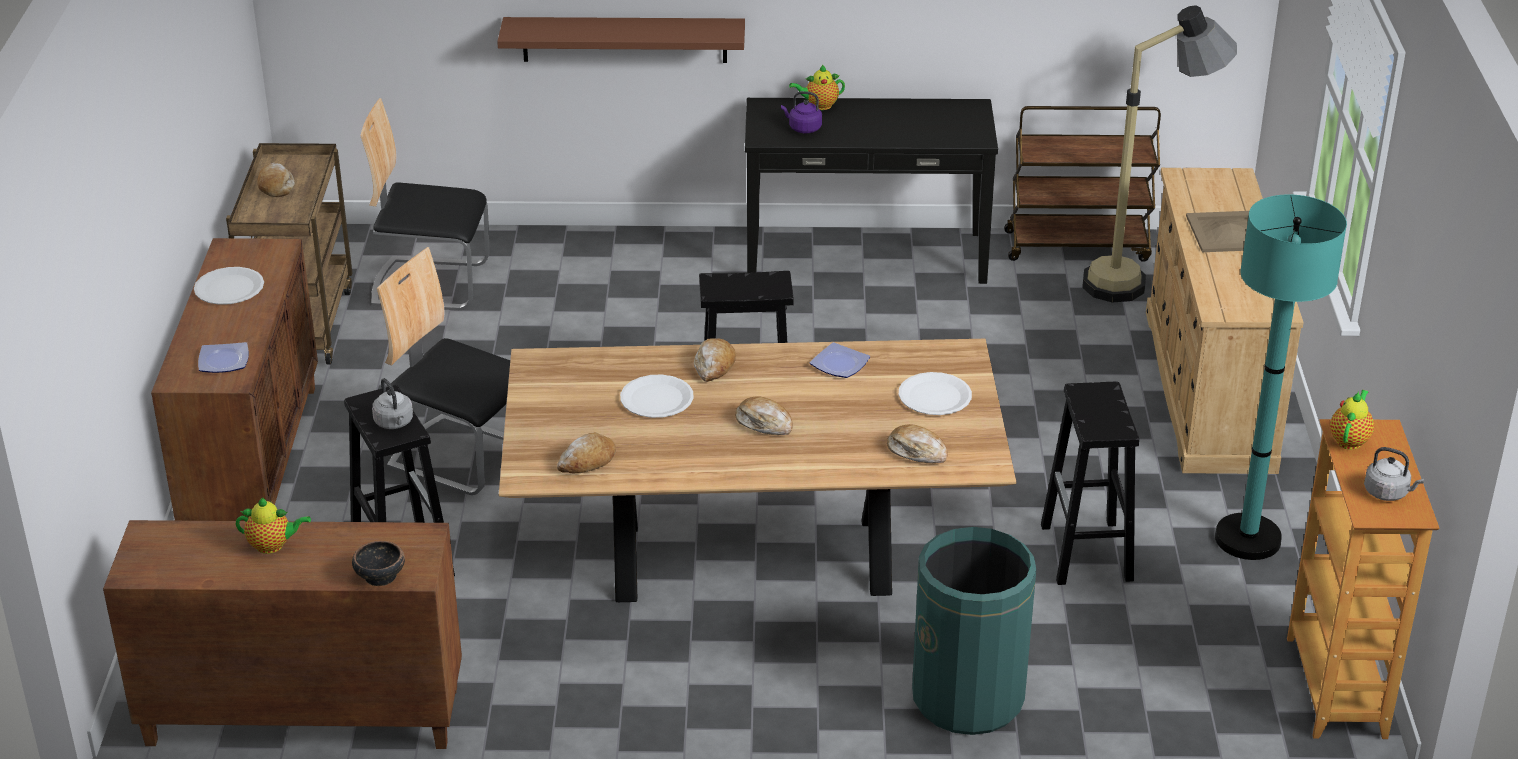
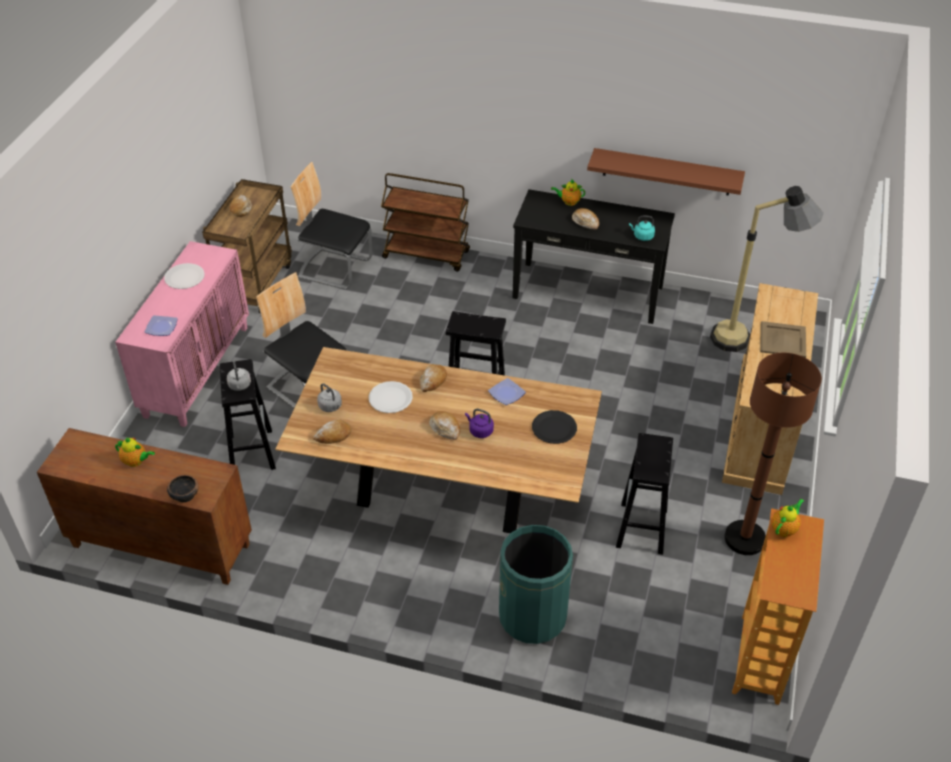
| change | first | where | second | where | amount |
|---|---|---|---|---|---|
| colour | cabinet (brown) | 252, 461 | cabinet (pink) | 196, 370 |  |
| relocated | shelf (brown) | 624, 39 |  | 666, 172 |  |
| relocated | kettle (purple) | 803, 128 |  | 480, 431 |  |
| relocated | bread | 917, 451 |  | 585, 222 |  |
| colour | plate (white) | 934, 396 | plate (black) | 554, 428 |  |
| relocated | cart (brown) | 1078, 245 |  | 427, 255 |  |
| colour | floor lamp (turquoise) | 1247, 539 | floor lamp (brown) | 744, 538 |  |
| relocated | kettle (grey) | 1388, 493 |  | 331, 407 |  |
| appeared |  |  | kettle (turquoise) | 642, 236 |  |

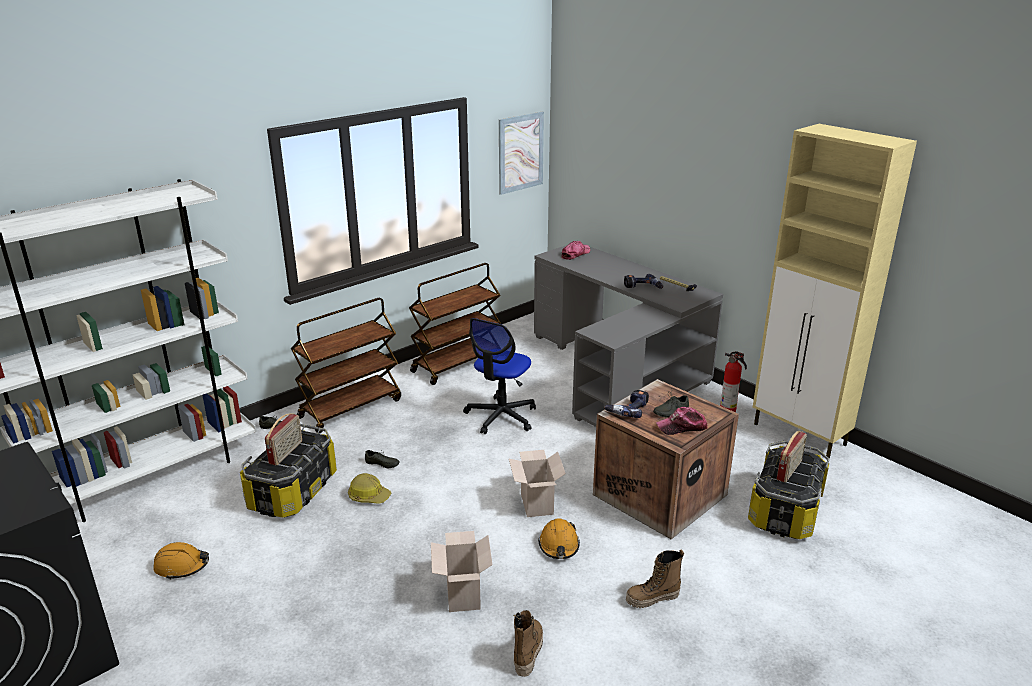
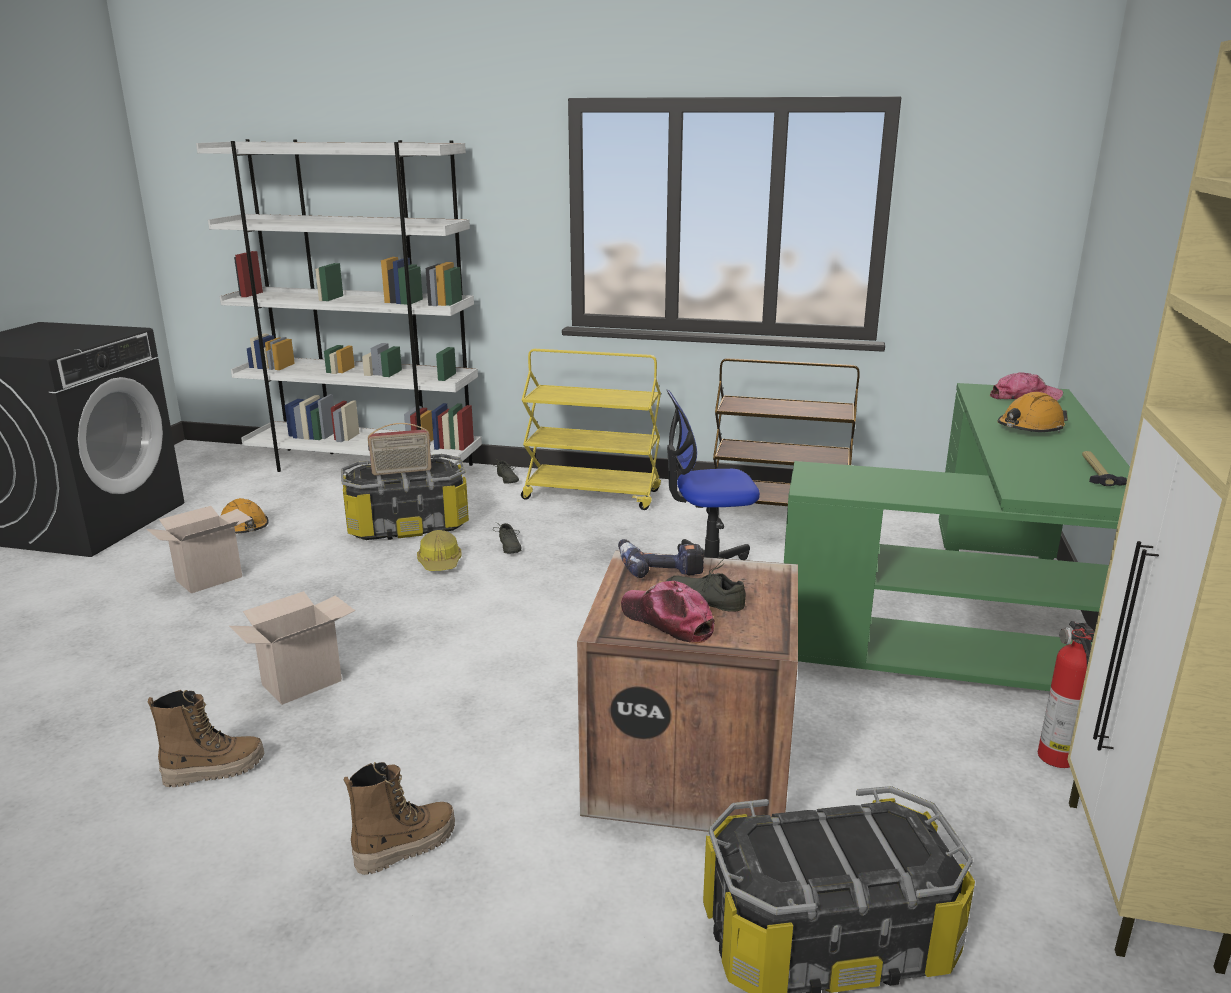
| change | first | where | second | where | amount |
|---|---|---|---|---|---|
| colour | cart (brown) | 350, 408 | cart (yellow) | 593, 495 |  |
| missing | picture | 520, 152 |  |  |  |
| relocated | cardboard box | 535, 503 |  | 210, 578 |  |
| colour | desk (grey) | 619, 372 | desk (green) | 976, 616 |  |
| relocated | hard hat (orange) | 559, 545 |  | 1029, 428 |  |
| missing | power drill | 642, 288 |  |  |  |
| spun | boot | 652, 599 |  | 406, 846 | 105 degrees clockwise |
| missing | radio | 789, 470 |  |  |  |

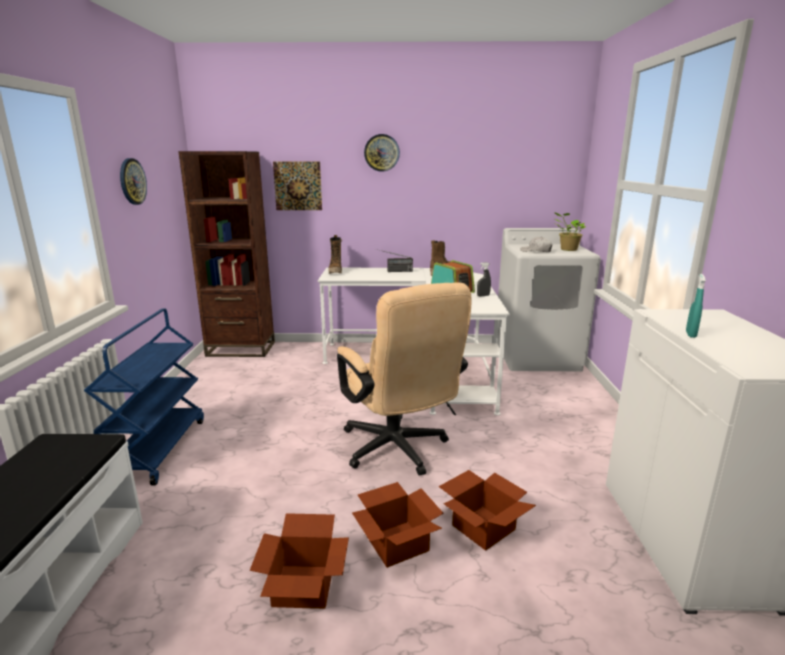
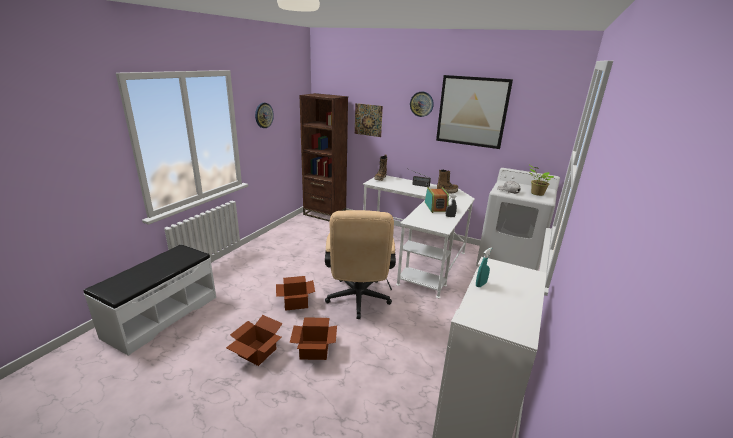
| change | first | where | second | where | amount |
|---|---|---|---|---|---|
| missing | cart (blue) | 158, 449 |  |  |  |
| relocated | cardboard box | 483, 526 |  | 296, 302 |  |
| appeared |  |  | picture | 472, 111 |  |

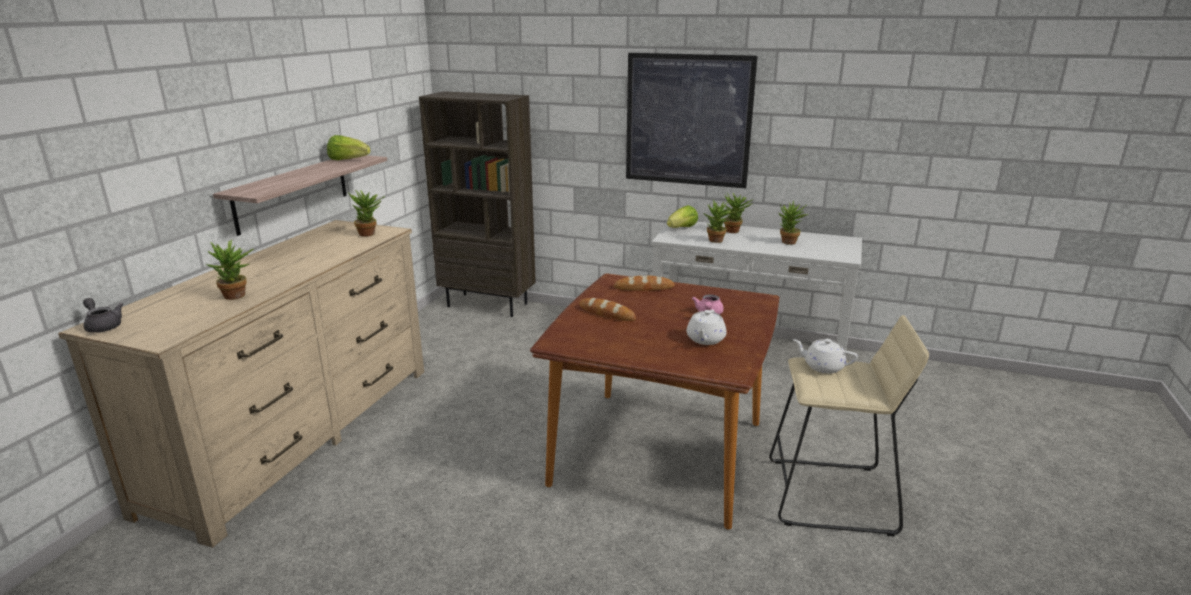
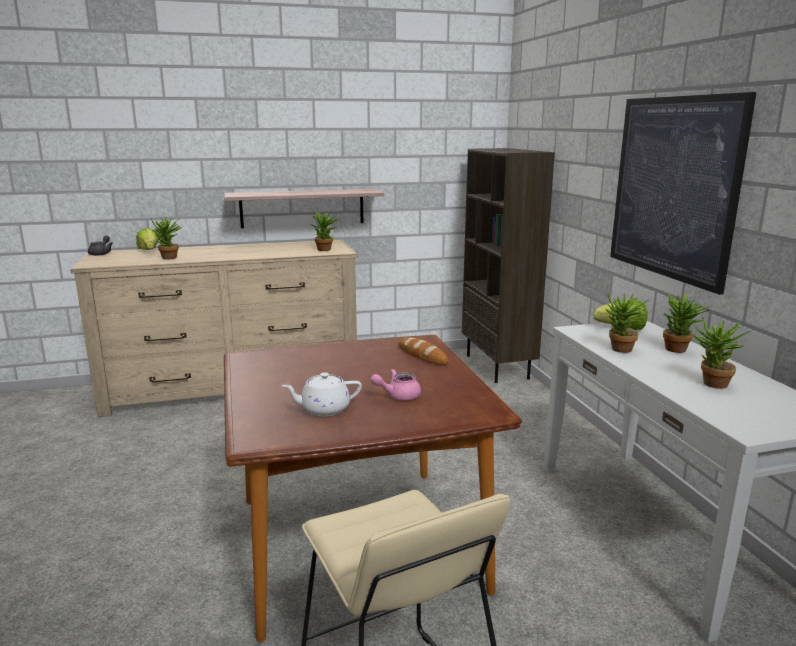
| change | first | where | second | where | amount |
|---|---|---|---|---|---|
| relocated | lettuce | 348, 160 |  | 149, 251 |  |
| missing | bread | 607, 313 |  |  |  |
| missing | teapot (white) | 822, 367 |  |  |  |

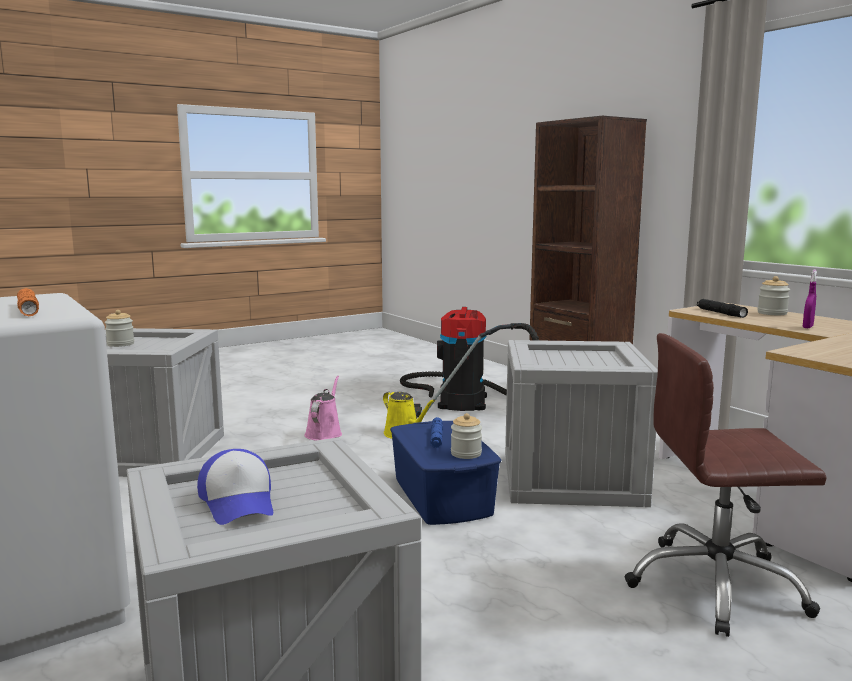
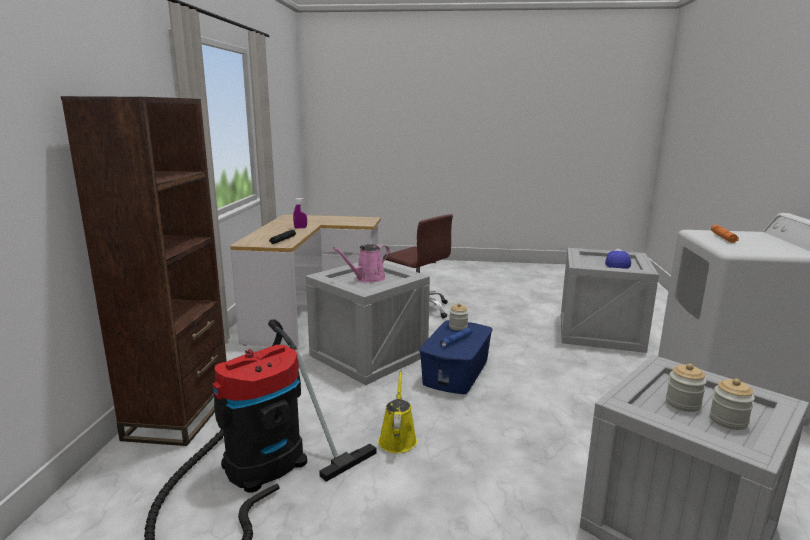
| change | first | where | second | where | amount |
|---|---|---|---|---|---|
| relocated | watering can (pink) | 324, 433 |  | 367, 279 |  |
| relocated | jar | 772, 313 |  | 683, 403 |  |

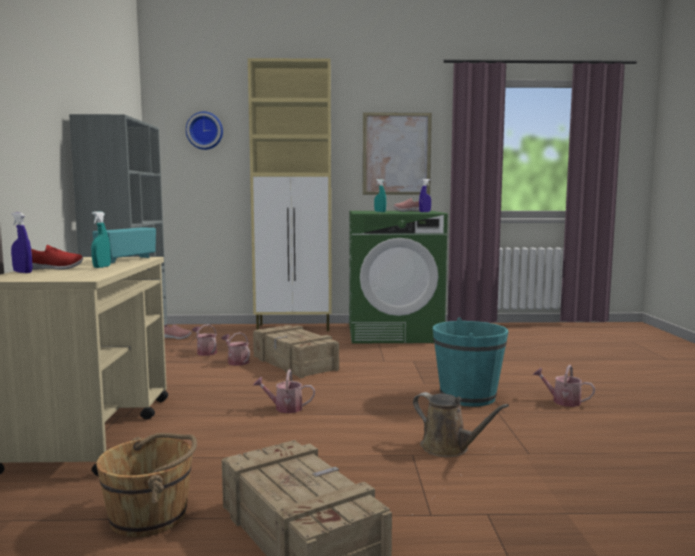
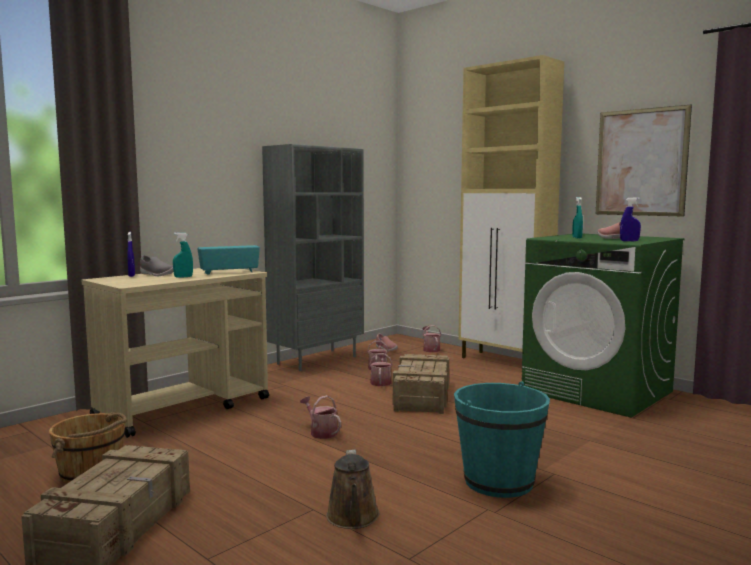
| change | first | where | second | where | amount |
|---|---|---|---|---|---|
| colour | shoe (red) | 52, 269 | shoe (grey) | 156, 275 |  |
| missing | wall clock | 205, 131 |  |  |  |
| relocated | watering can | 562, 401 |  | 430, 349 |  |

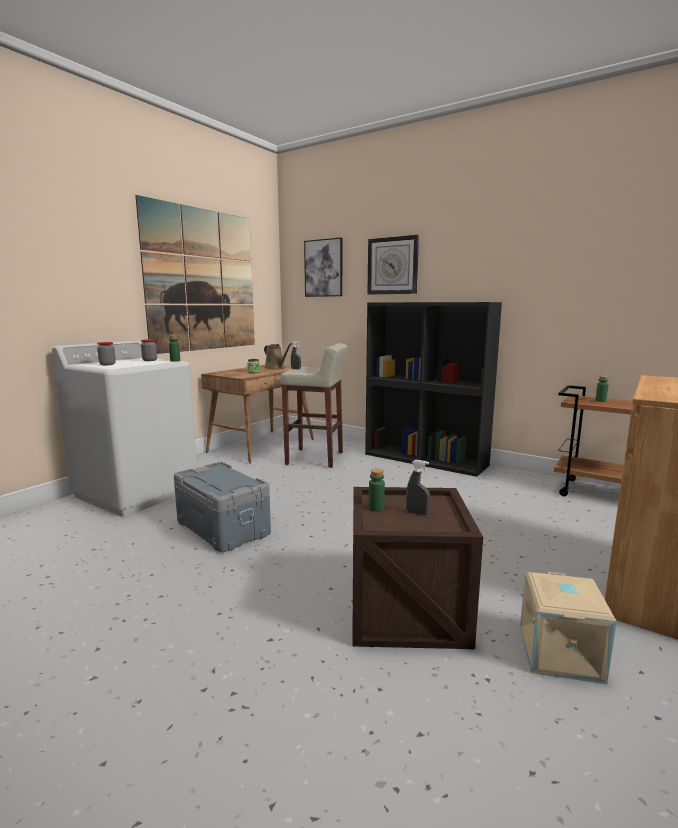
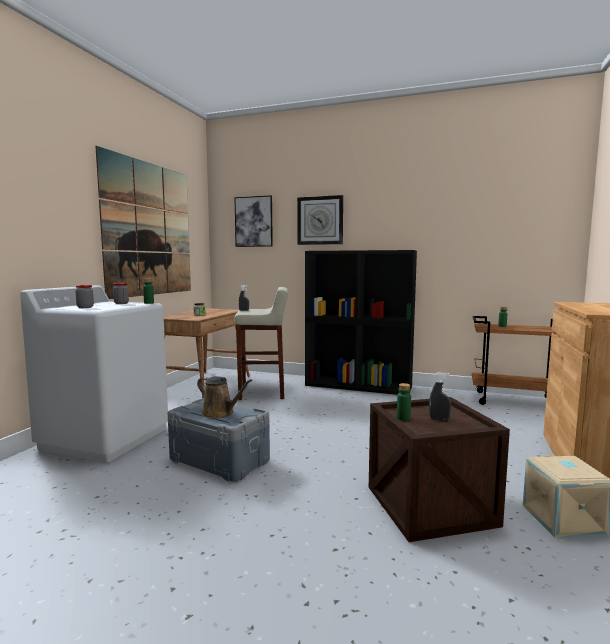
| change | first | where | second | where | amount |
|---|---|---|---|---|---|
| relocated | watering can (brown) | 276, 368 |  | 220, 413 |  |

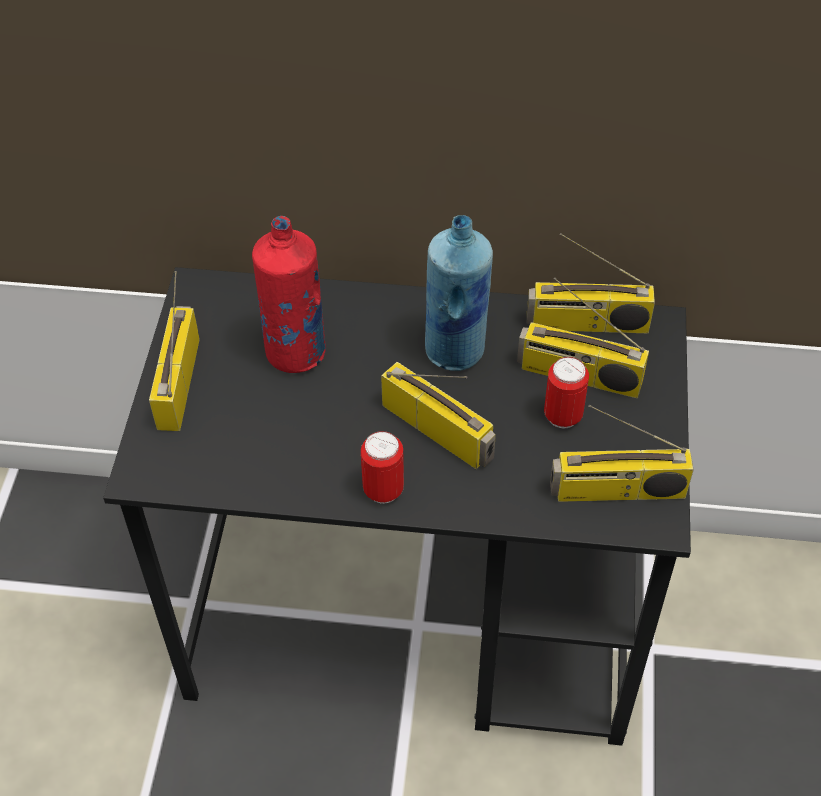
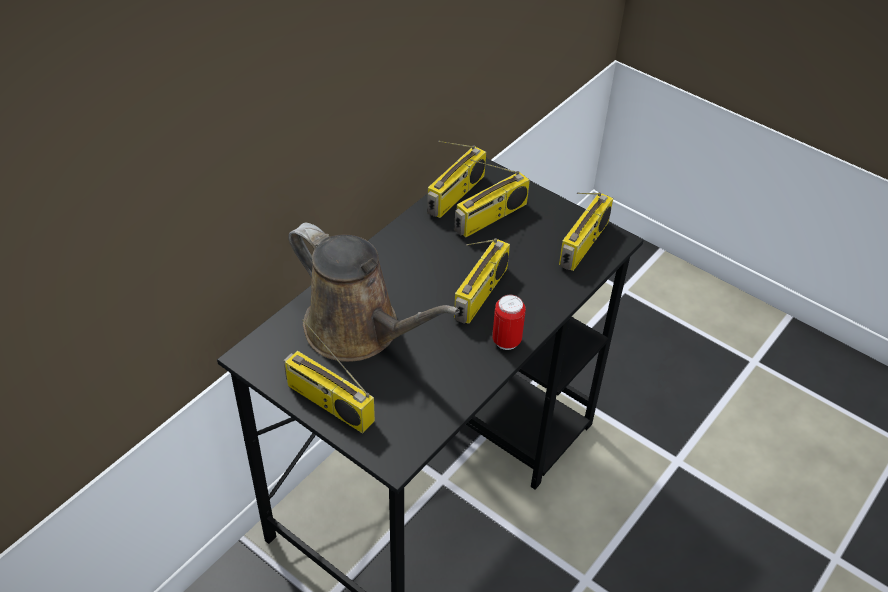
| change | first | where | second | where | amount |
|---|---|---|---|---|---|
| exchanged | bottle (red) | 296, 352 | watering can (brown) | 359, 331 |  |
| spun | radio | 439, 430 |  | 481, 294 | 135 degrees clockwise |
| missing | bottle (blue) | 456, 350 |  |  |  |
| missing | can | 563, 416 |  |  |  |

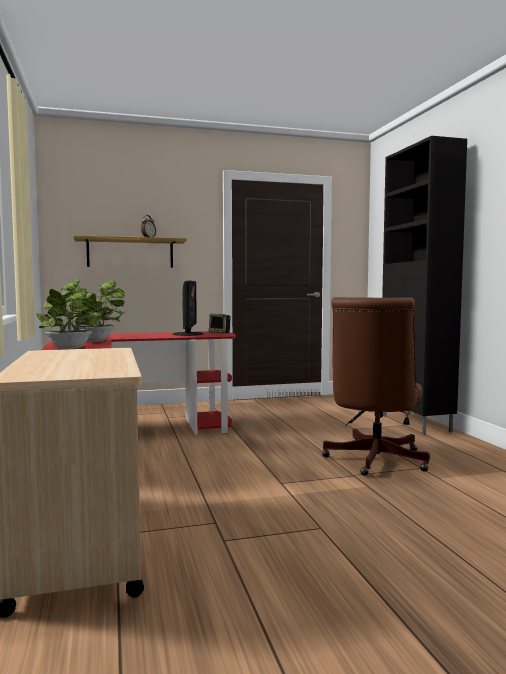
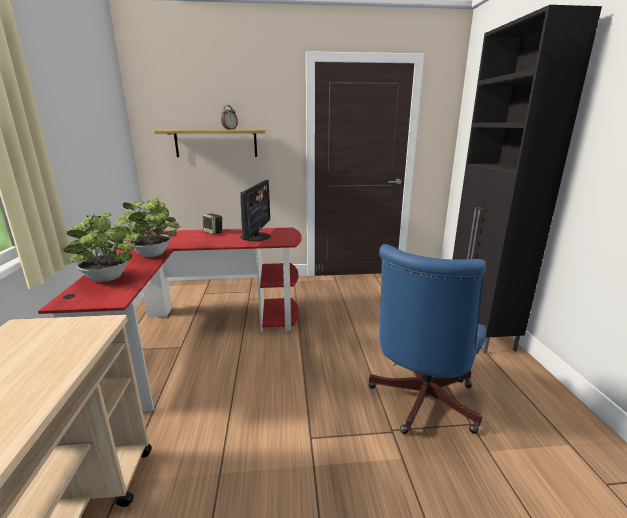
| change | first | where | second | where | amount |
|---|---|---|---|---|---|
| relocated | speaker | 220, 333 |  | 213, 232 |  |
| colour | office chair (brown) | 373, 461 | office chair (blue) | 420, 403 |  |

